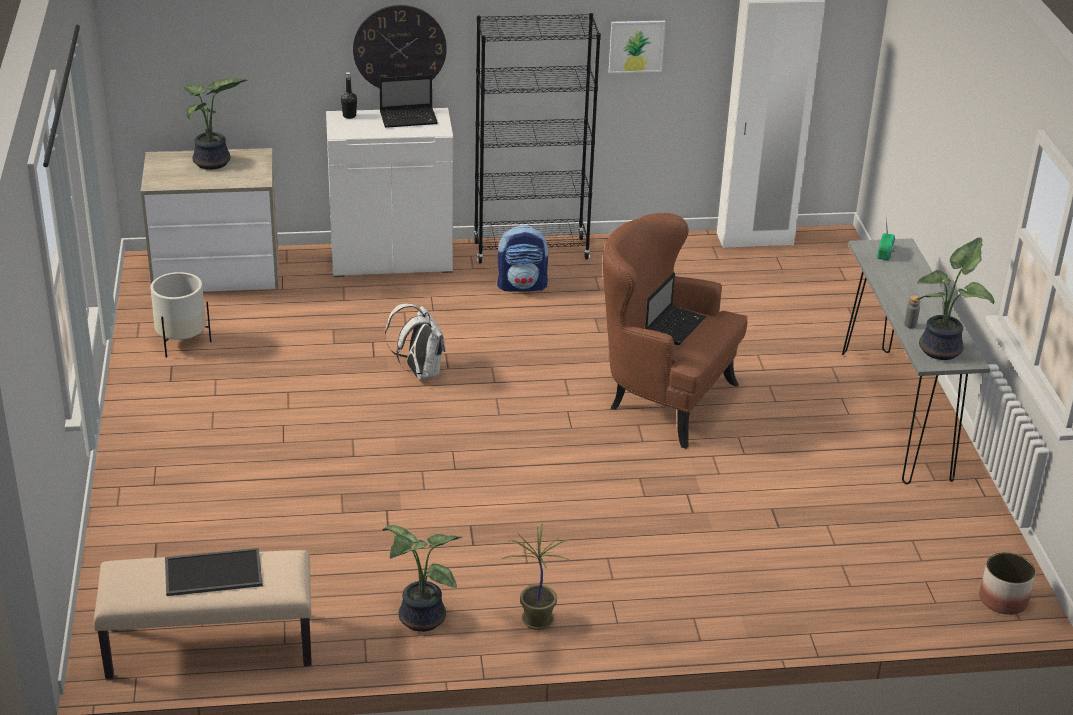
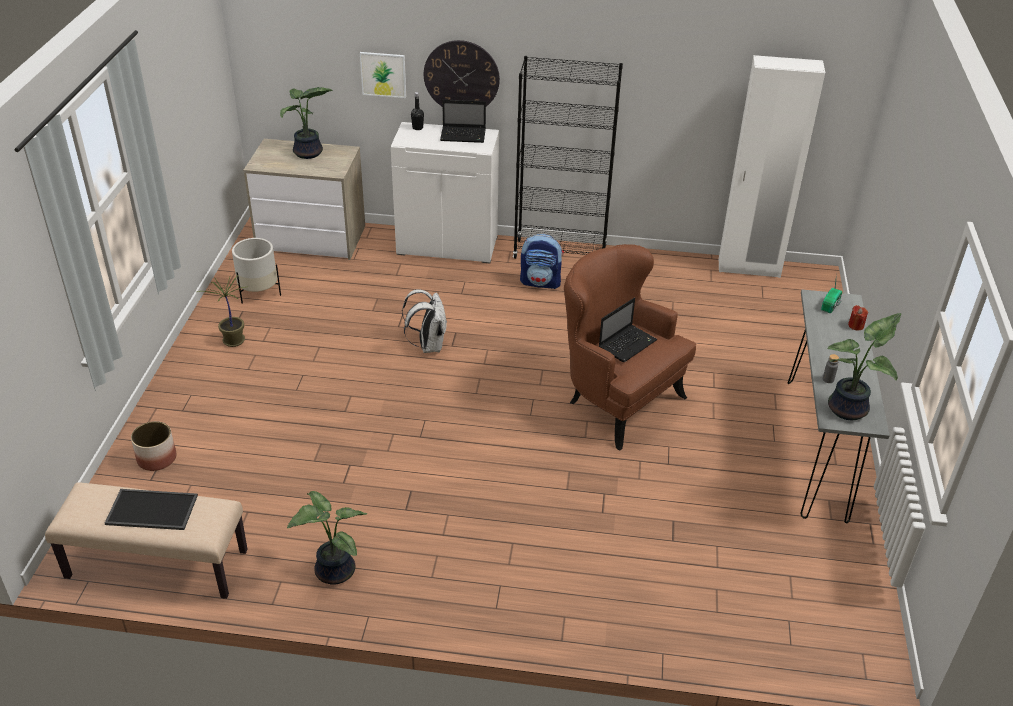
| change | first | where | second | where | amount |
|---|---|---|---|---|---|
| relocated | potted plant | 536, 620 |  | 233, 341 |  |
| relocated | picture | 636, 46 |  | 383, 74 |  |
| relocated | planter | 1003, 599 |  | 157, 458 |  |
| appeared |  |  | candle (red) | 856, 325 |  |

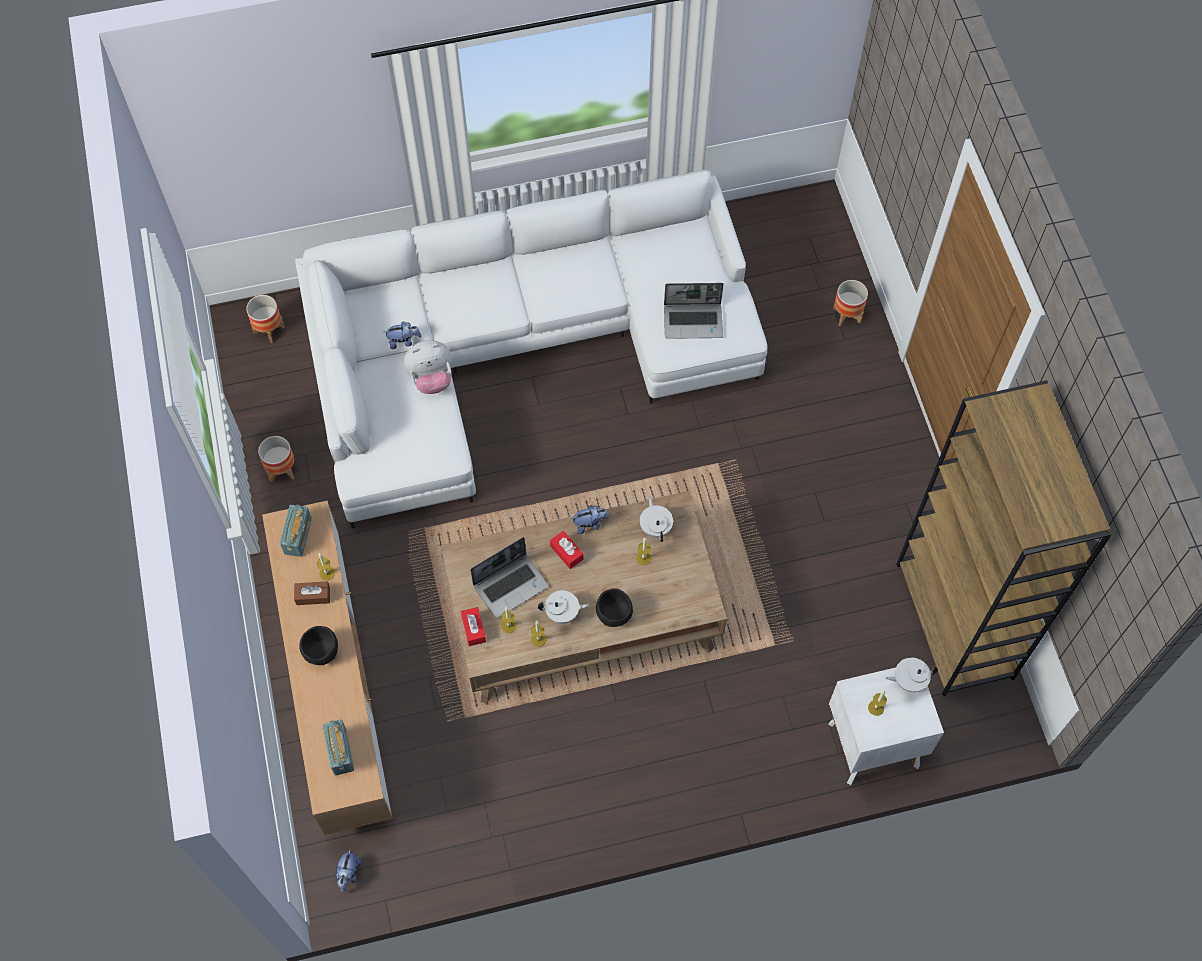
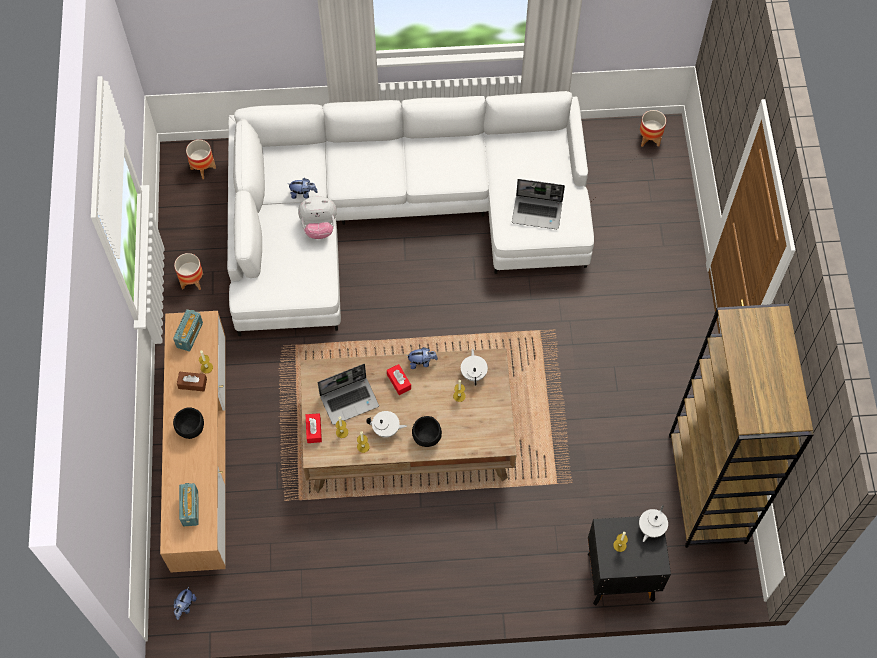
| change | first | where | second | where | amount |
|---|---|---|---|---|---|
| colour | nightstand (white) | 871, 743 | nightstand (black) | 619, 575 |  |
| relocated | planter | 847, 315 |  | 649, 139 |  |
| spun | teapot (white) | 909, 680 |  | 651, 528 | 60 degrees counterclockwise |

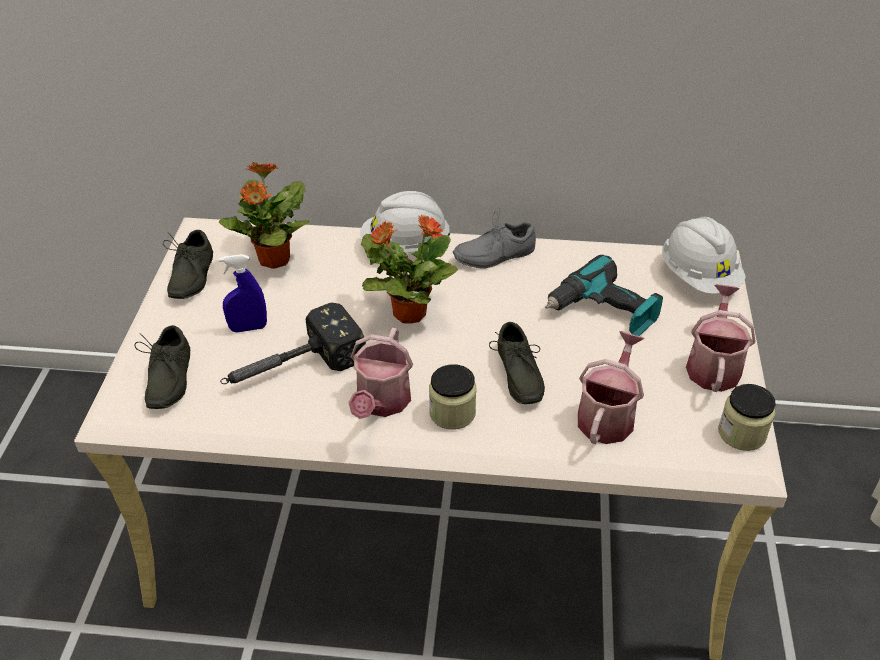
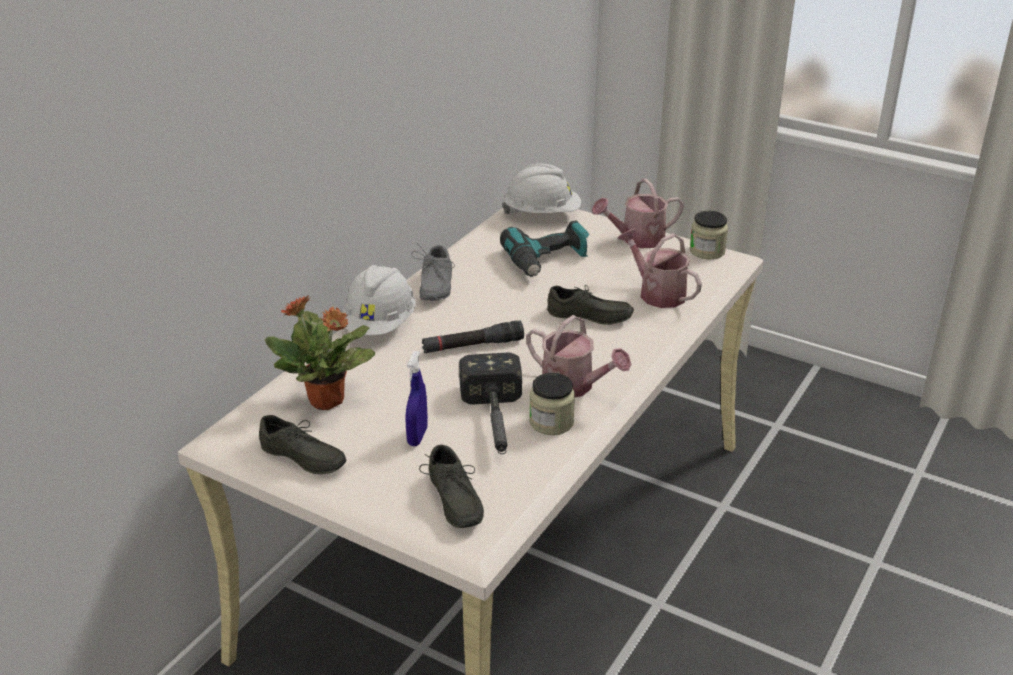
| change | first | where | second | where | amount |
|---|---|---|---|---|---|
| spun | shoe (grey) | 166, 379 |  | 451, 501 | 45 degrees clockwise |
| exchanged | potted plant | 408, 313 | flashlight (black) | 473, 346 |  |
| relocated | jar | 452, 413 |  | 551, 422 |  |
| spun | watering can | 713, 365 |  | 637, 239 | 60 degrees counterclockwise |

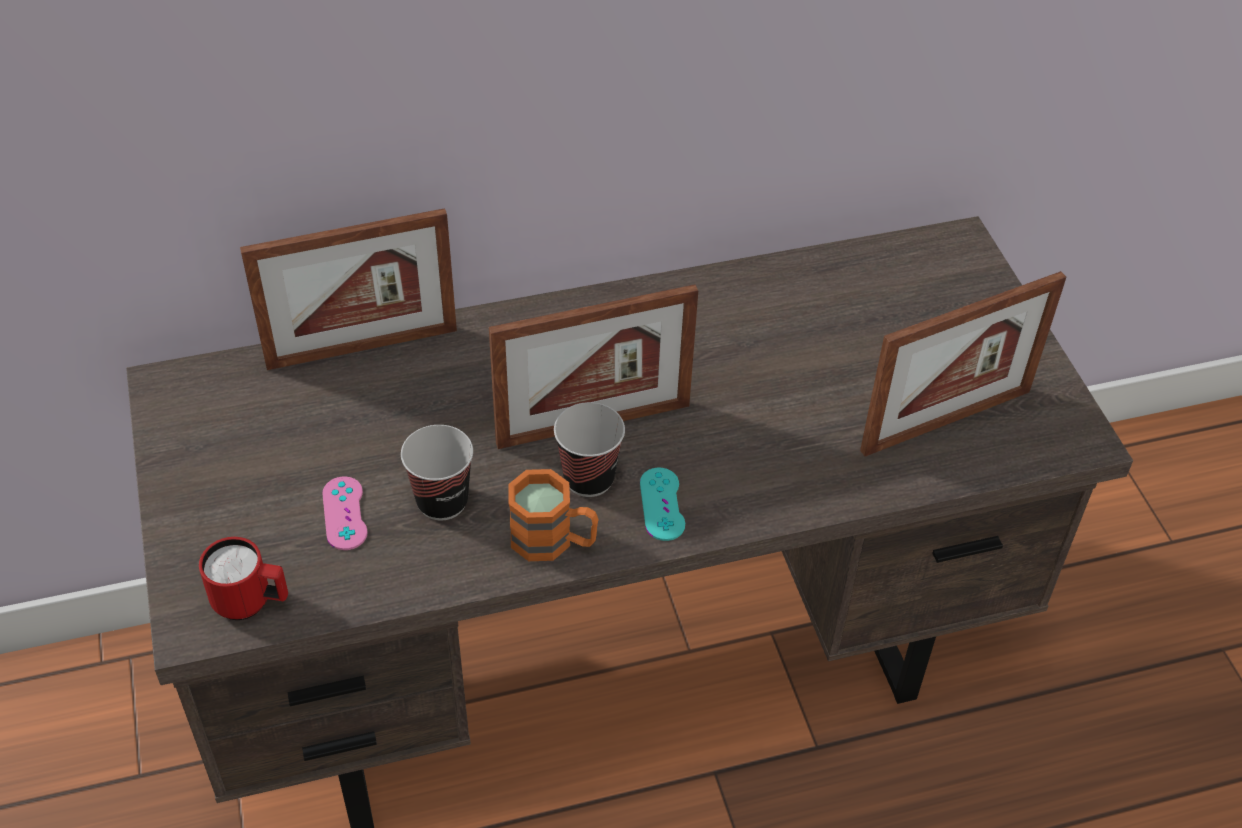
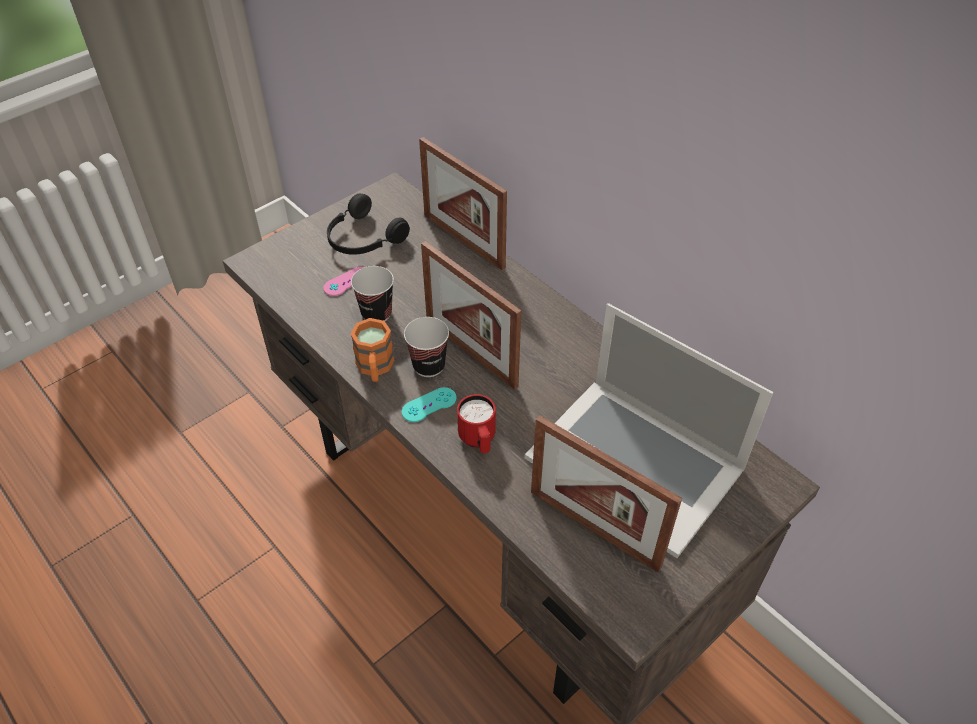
| change | first | where | second | where | amount |
|---|---|---|---|---|---|
| relocated | mug (red) | 251, 603 |  | 478, 441 |  |
| appeared |  |  | headphones (black) | 363, 239 |  |
| appeared |  |  | laptop | 635, 462 |  |

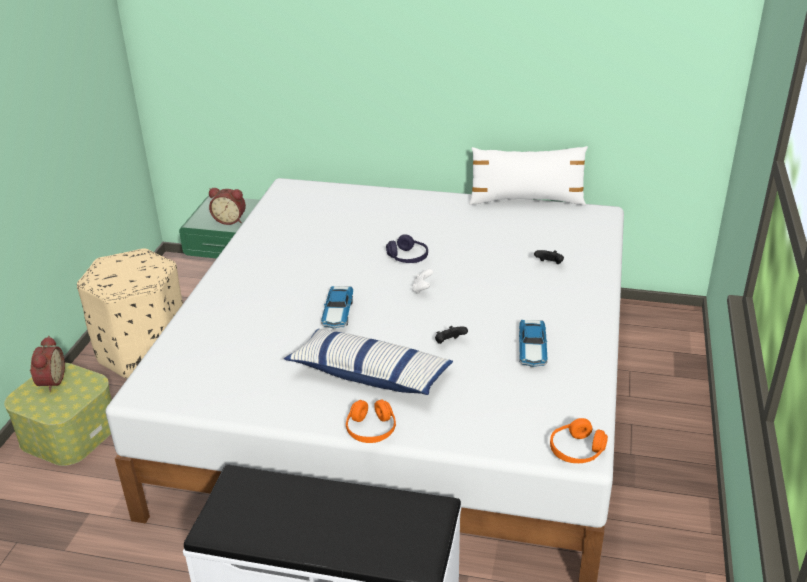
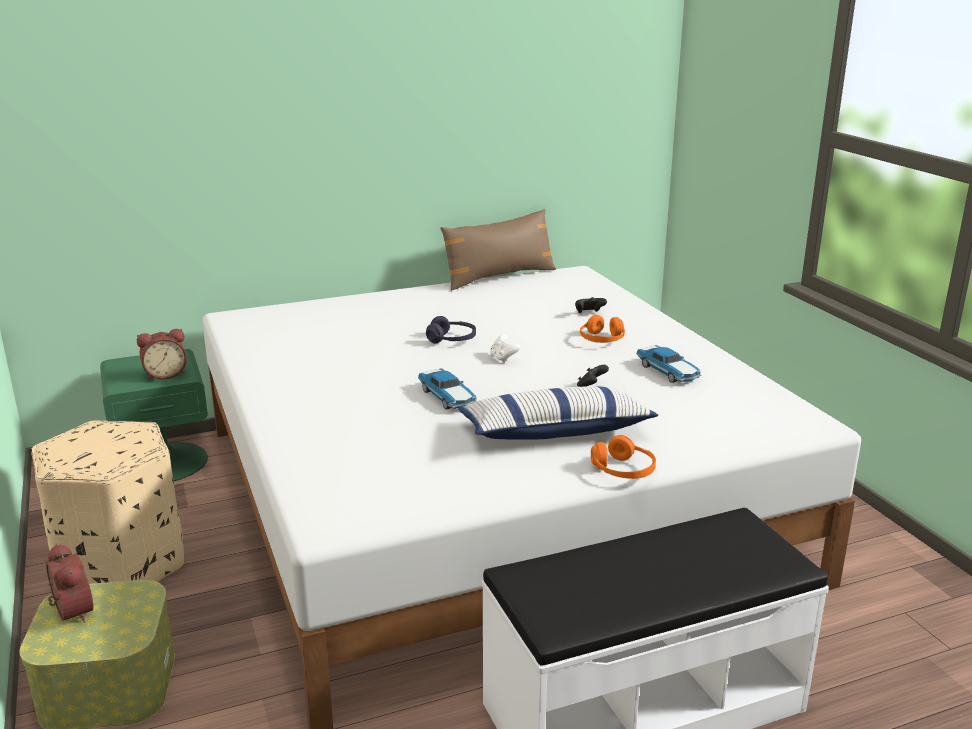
| change | first | where | second | where | amount |
|---|---|---|---|---|---|
| colour | pillow (white) | 526, 200 | pillow (brown) | 499, 277 |  |
| relocated | headphones (orange) | 576, 450 |  | 602, 339 |  |

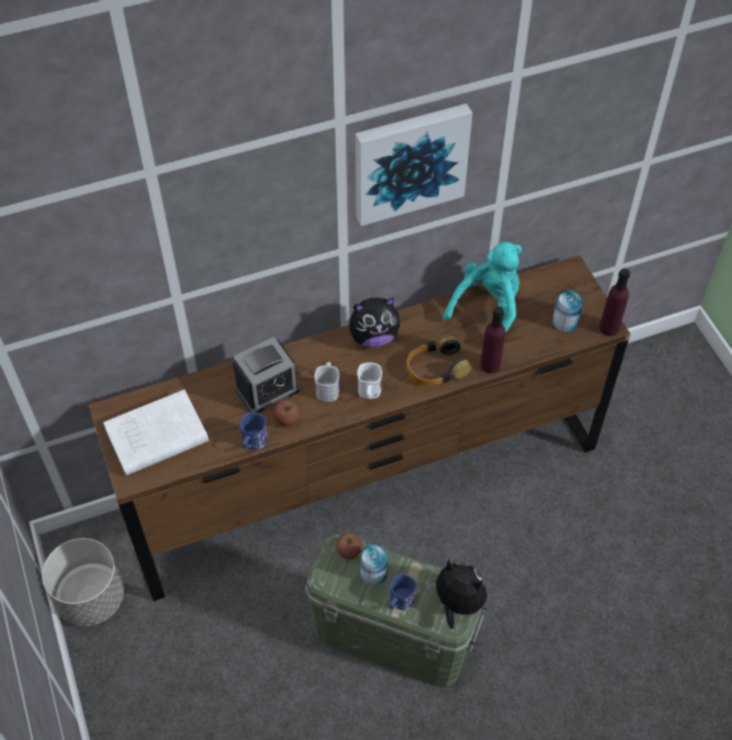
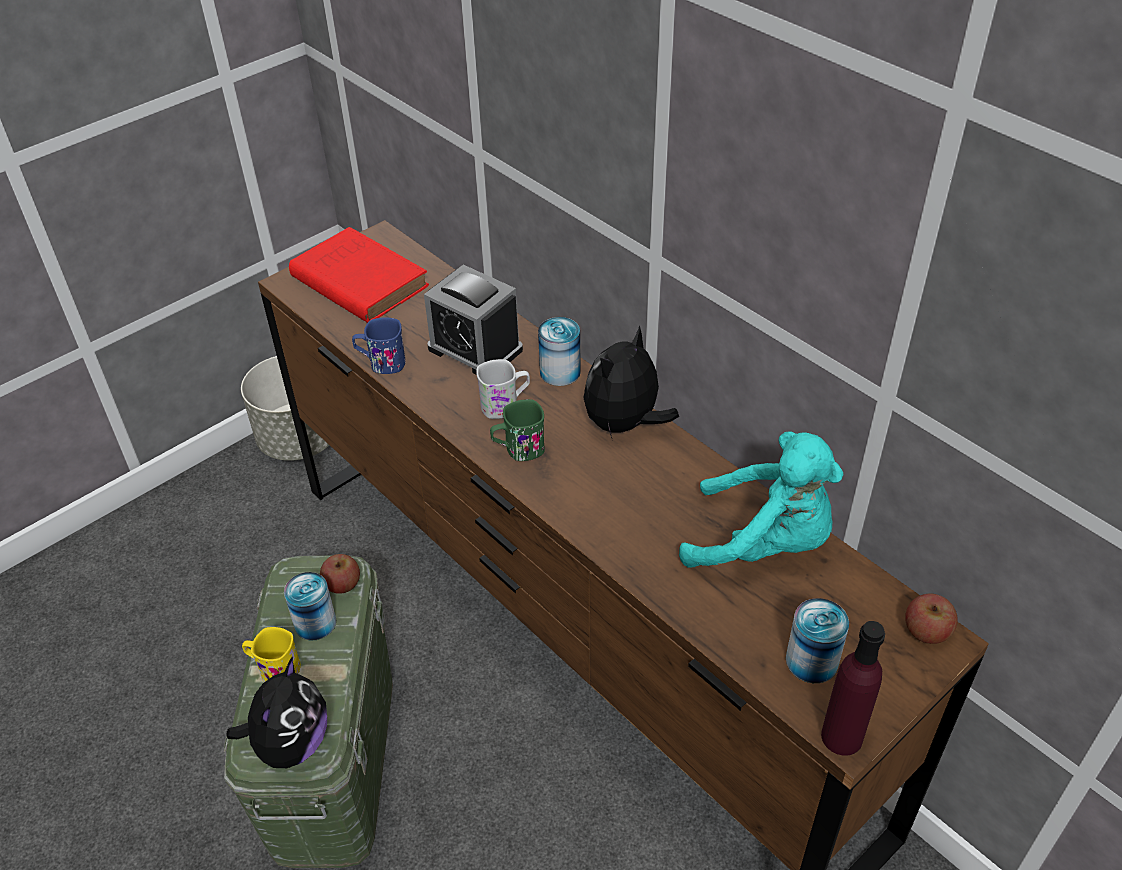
| change | first | where | second | where | amount |
|---|---|---|---|---|---|
| colour | book (white) | 154, 437 | book (red) | 357, 280 |  |
| relocated | apple | 287, 419 |  | 926, 631 |  |
| spun | plush toy | 373, 337 |  | 624, 424 | 75 degrees clockwise |
| missing | picture | 409, 161 |  |  |  |
| colour | mug (white) | 369, 393 | mug (green) | 518, 449 |  |
| colour | mug (blue) | 400, 602 | mug (yellow) | 274, 669 |  |
| missing | headphones | 436, 368 |  |  |  |
| missing | bottle (purple) | 490, 365 |  |  |  |
| appeared |  |  | can | 560, 372 |  |

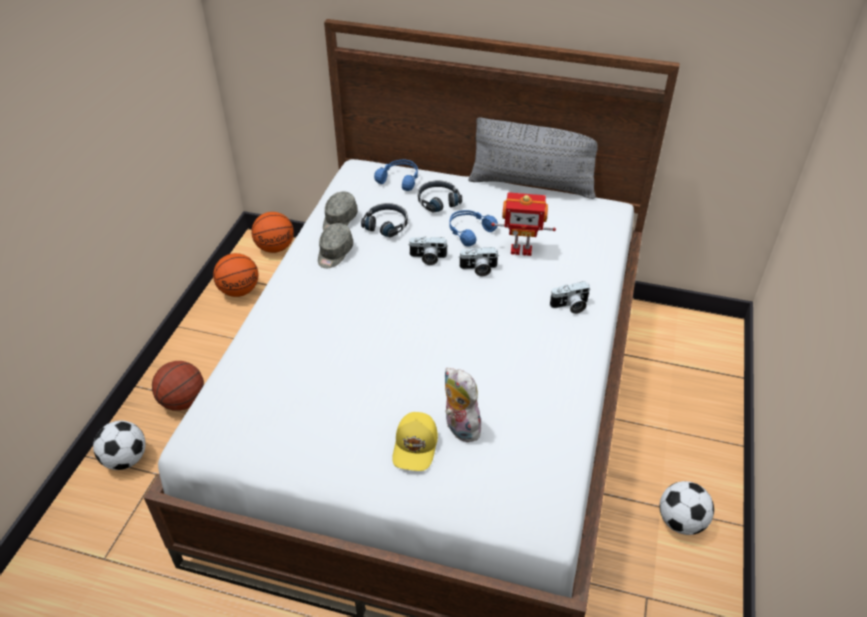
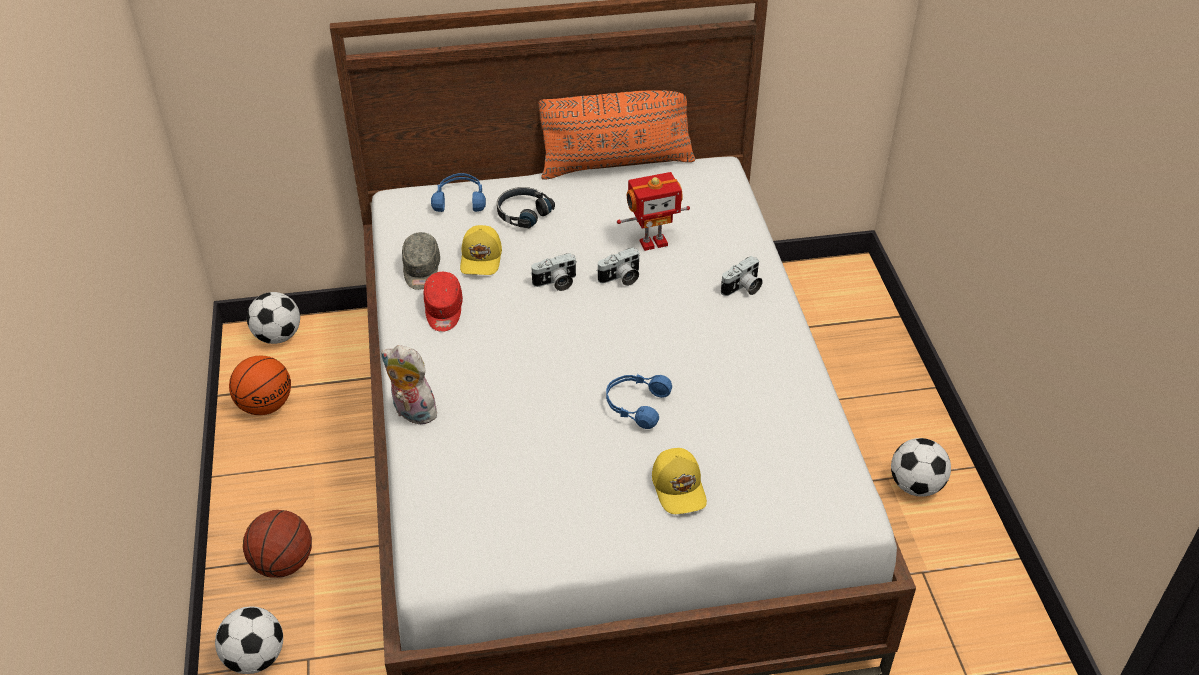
| change | first | where | second | where | amount |
|---|---|---|---|---|---|
| exchanged | basketball | 275, 247 | football | 278, 336 |  |
| colour | cap (grey) | 334, 253 | cap (red) | 443, 310 |  |
| exchanged | headphones (black) | 386, 224 | cap (yellow) | 482, 258 |  |
| relocated | plush toy | 459, 427 |  | 412, 413 |  |
| relocated | headphones (blue) | 469, 231 |  | 635, 405 |  |
| colour | pillow (grey) | 532, 184 | pillow (orange) | 616, 164 |  |

